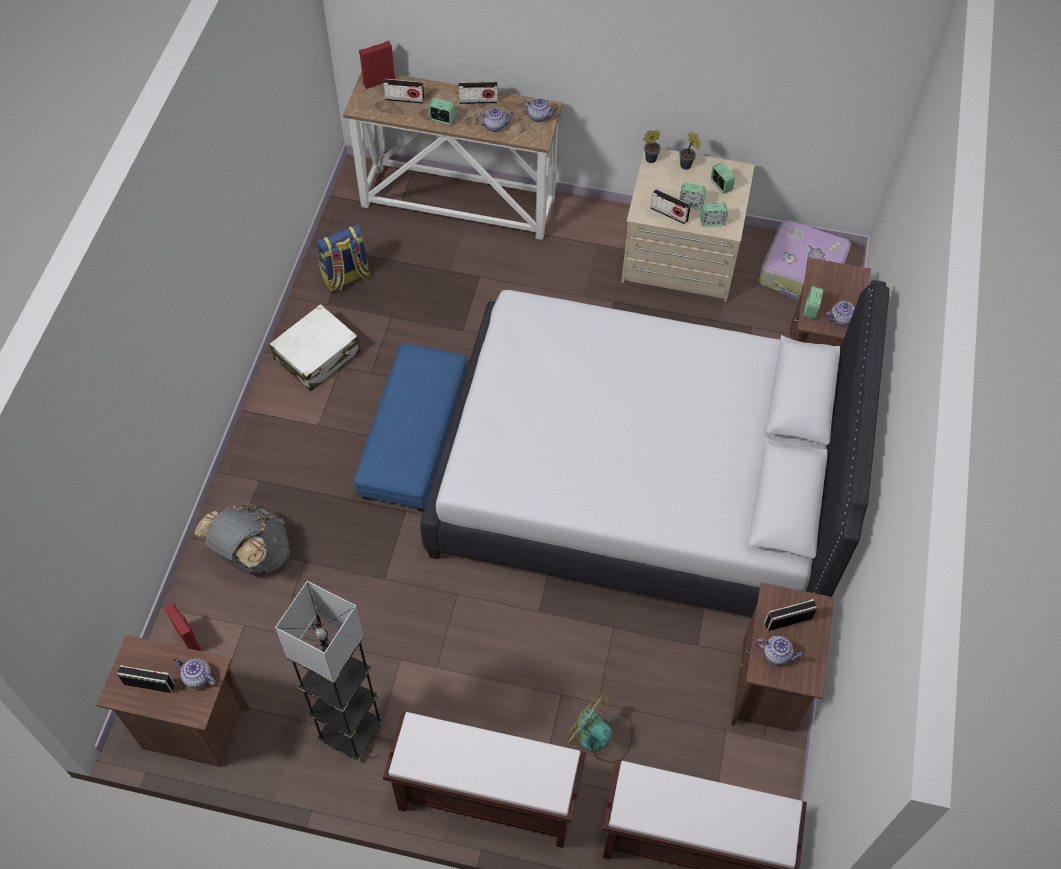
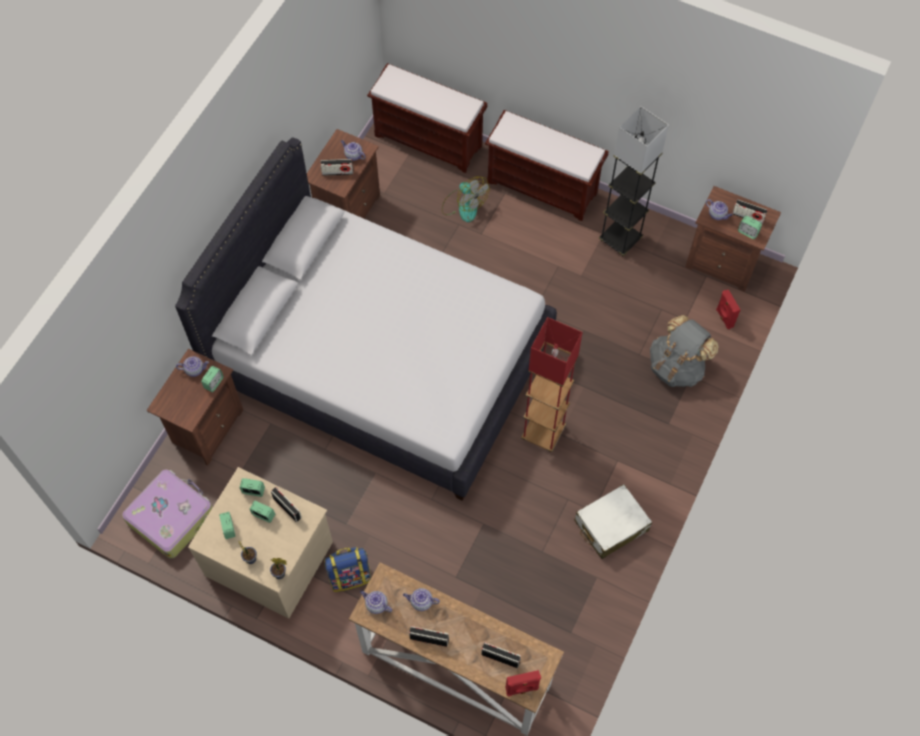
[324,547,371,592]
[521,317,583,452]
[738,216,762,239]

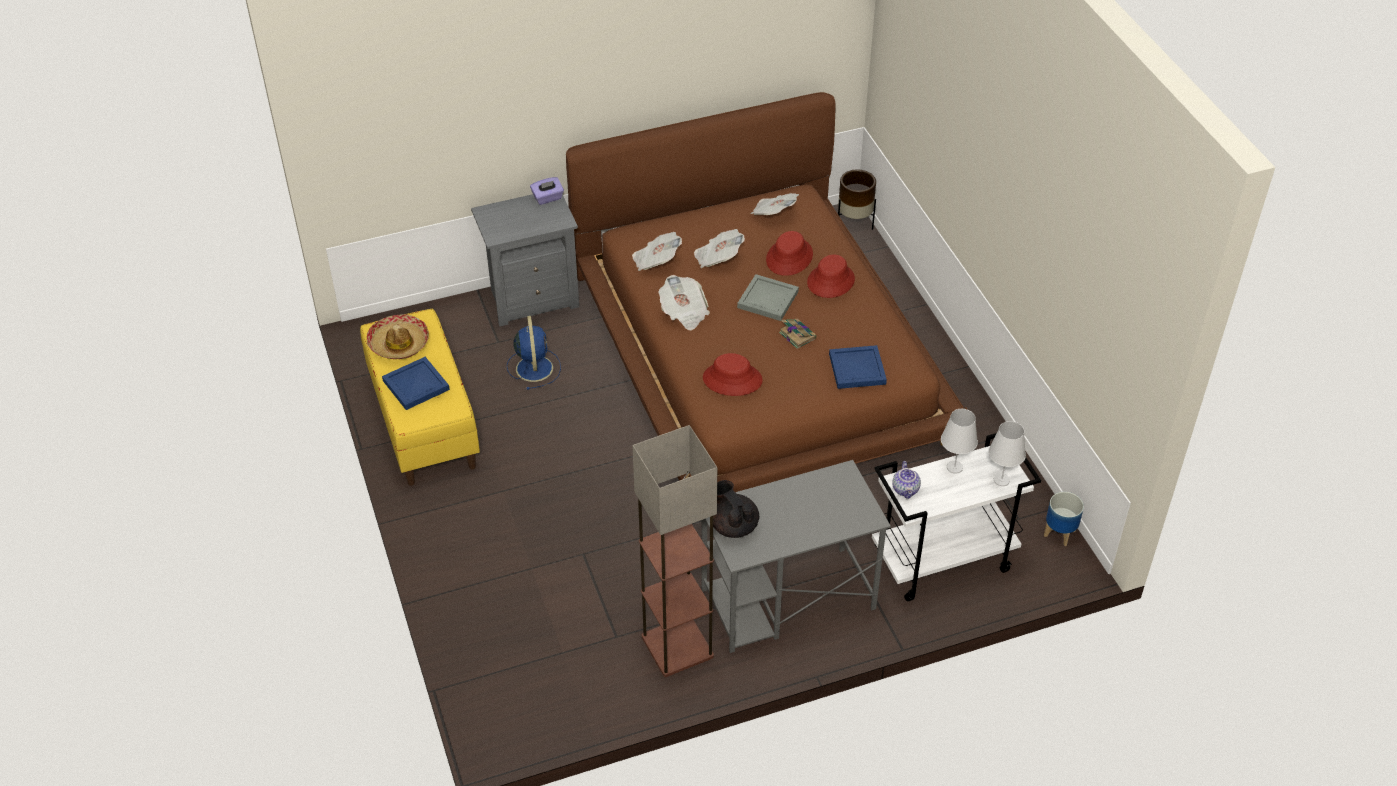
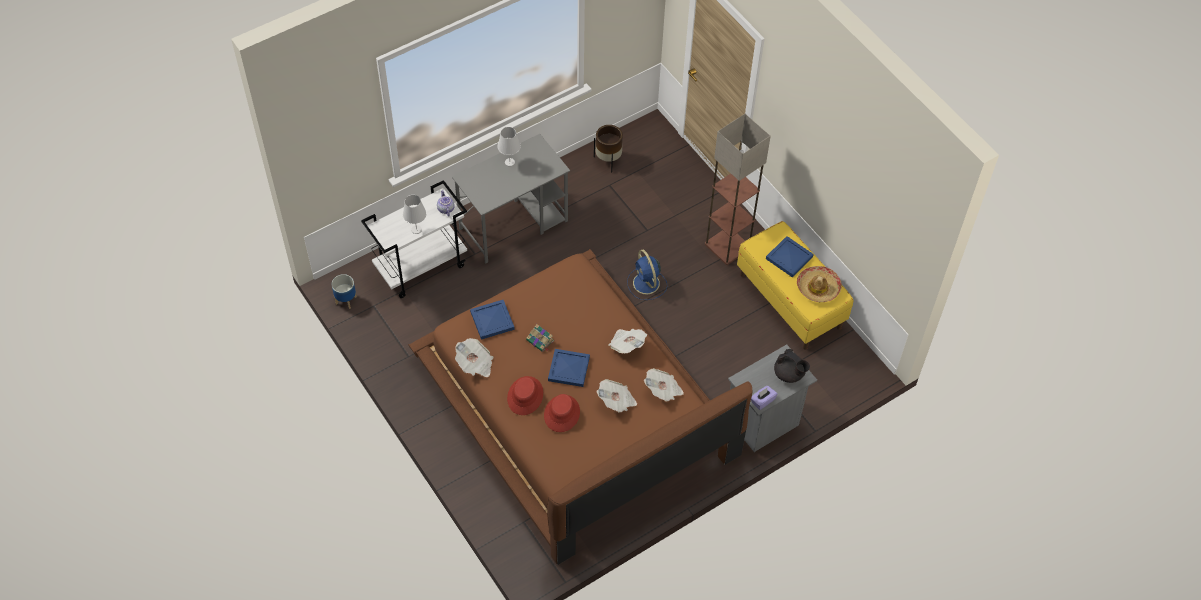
[627,250,667,300]
[705,114,771,265]
[703,353,763,396] (first image)
[774,349,810,383]
[548,349,590,387]
[455,338,493,377]
[594,125,623,173]
[497,127,521,166]

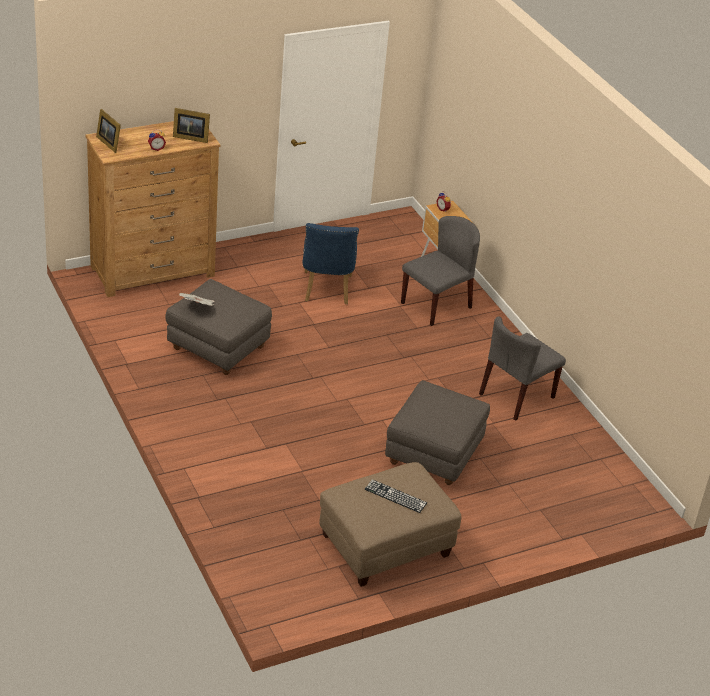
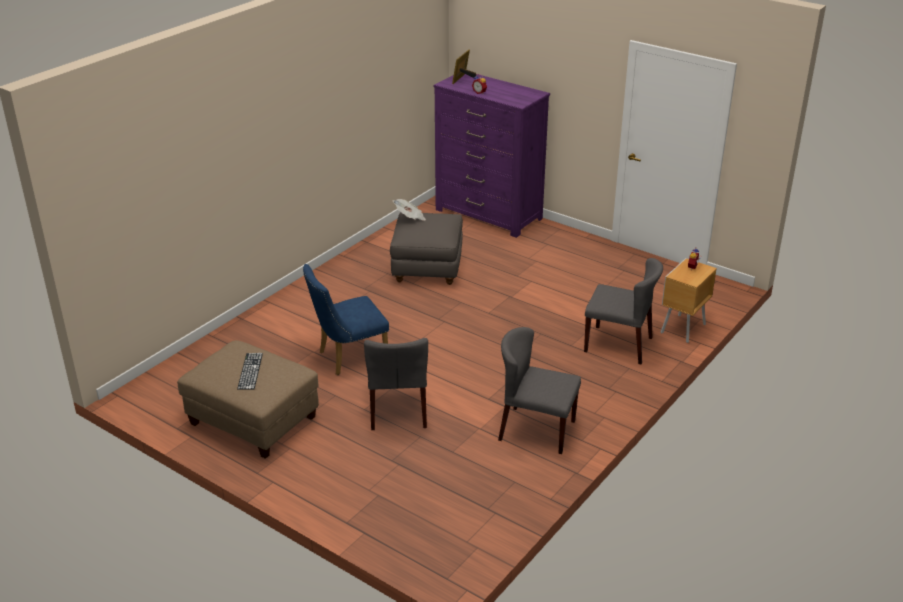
[433,74,550,238]
[173,108,210,143] (first image)
[303,264,389,375]
[364,338,428,430]

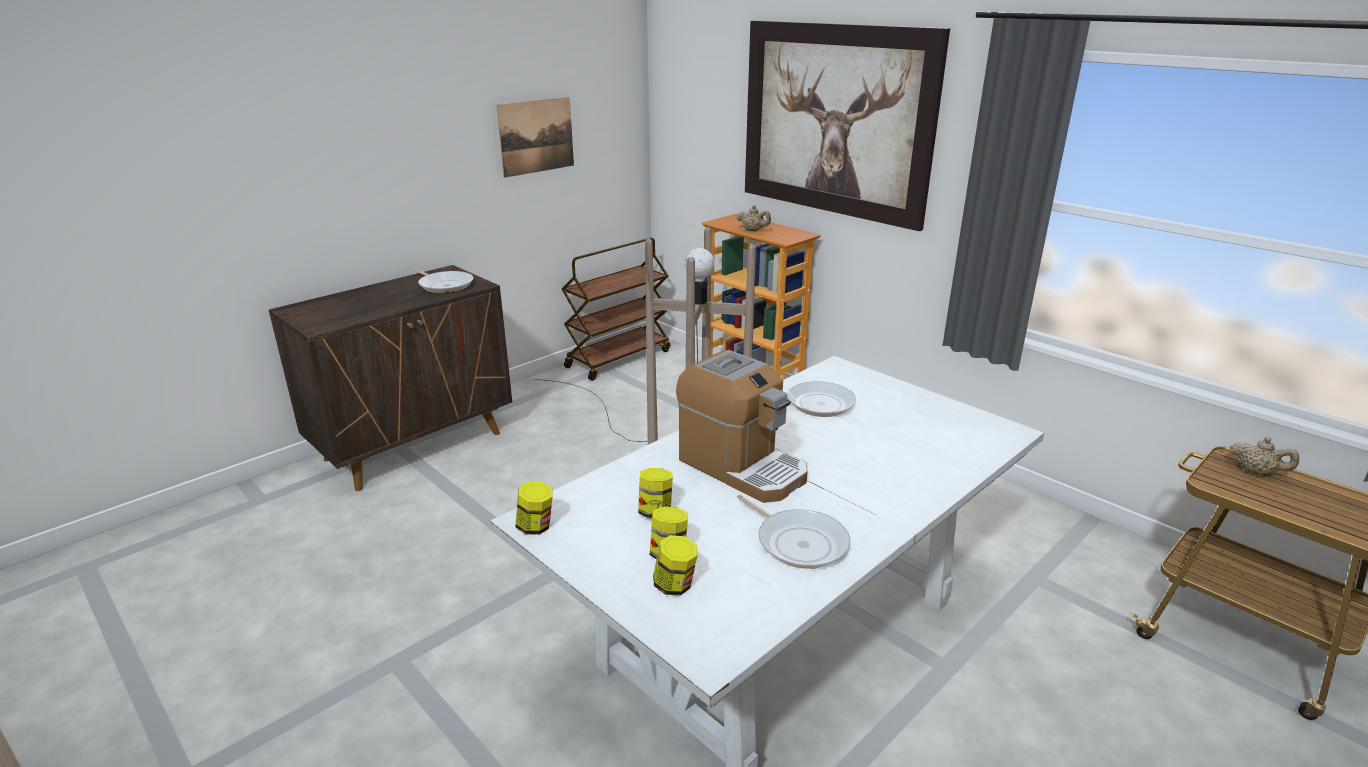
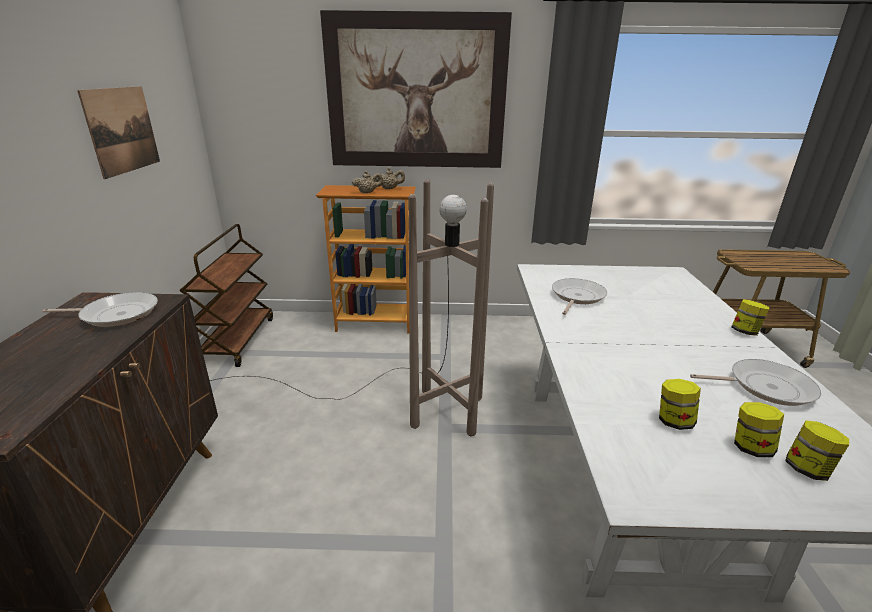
[731,299,769,336]
[676,350,807,503] (first image)
[375,167,405,189]

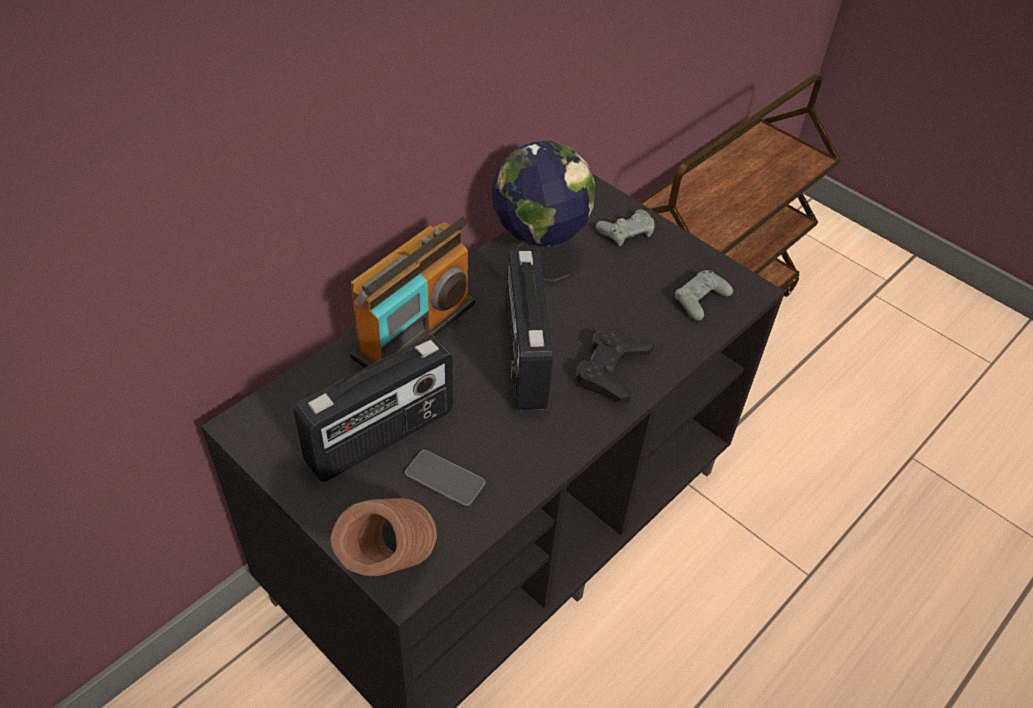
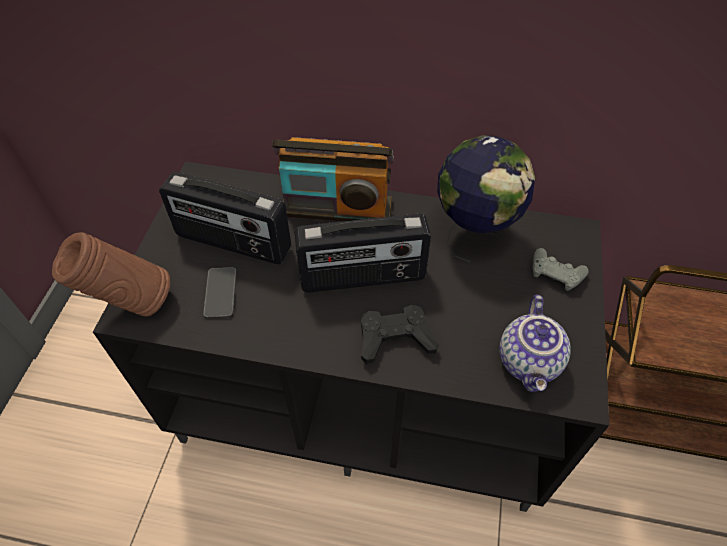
[295,214,431,292]
[499,295,571,392]

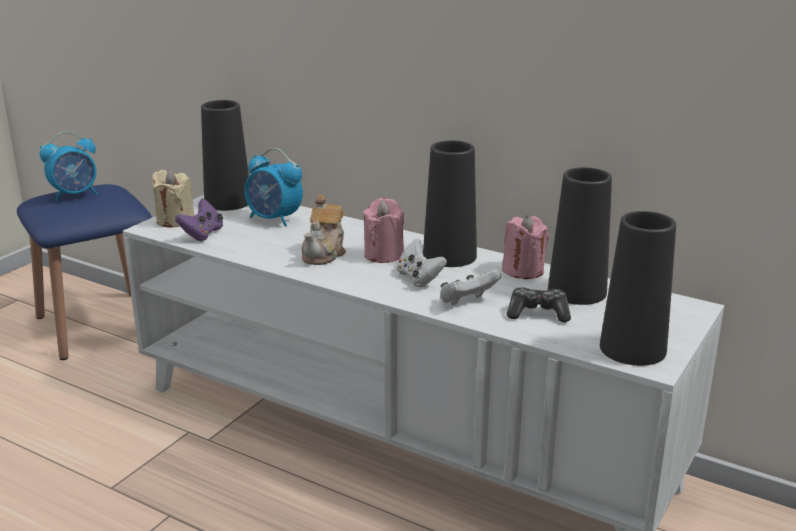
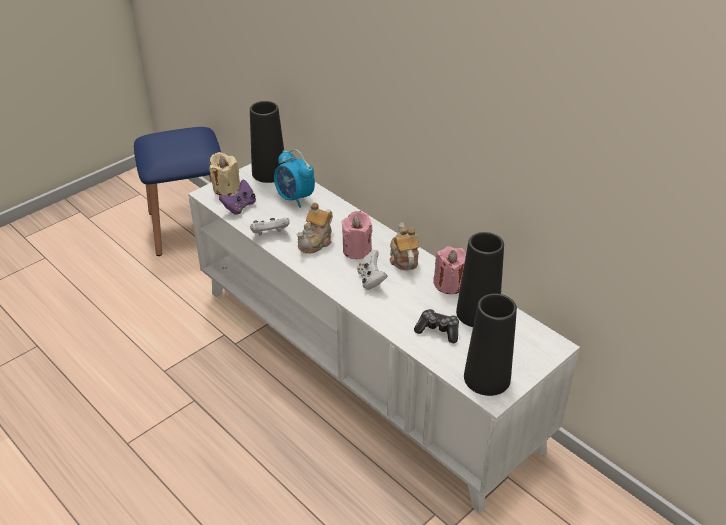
[40,132,97,202] (first image)
[390,222,419,270]
[250,218,290,236]

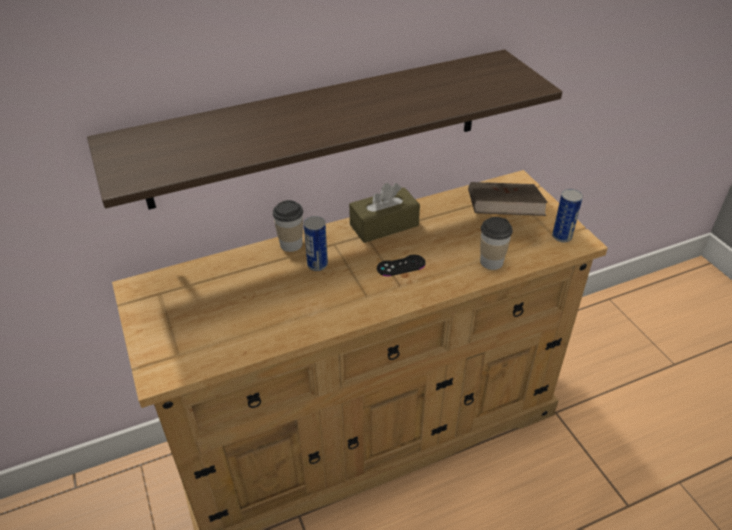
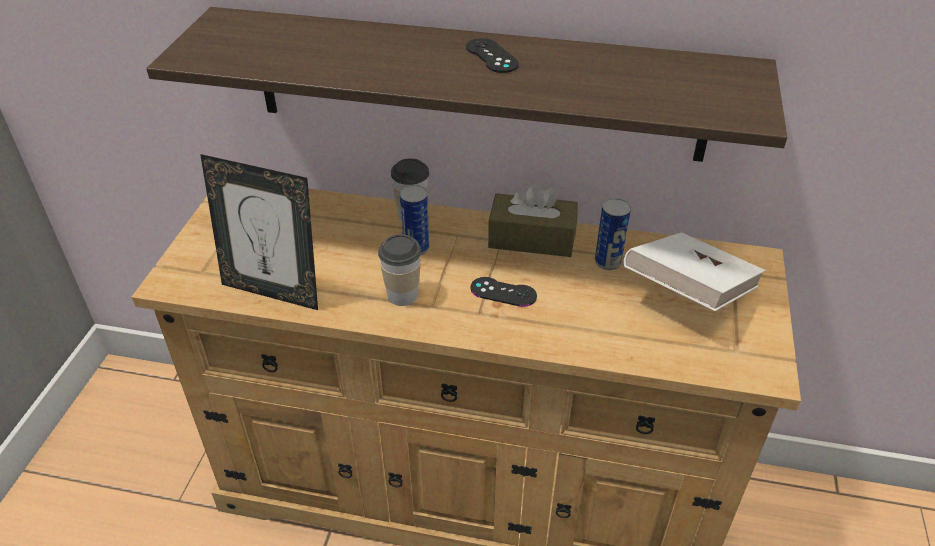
[624,232,766,311]
[378,234,421,306]
[595,198,631,270]
[200,154,318,310]
[466,38,519,73]

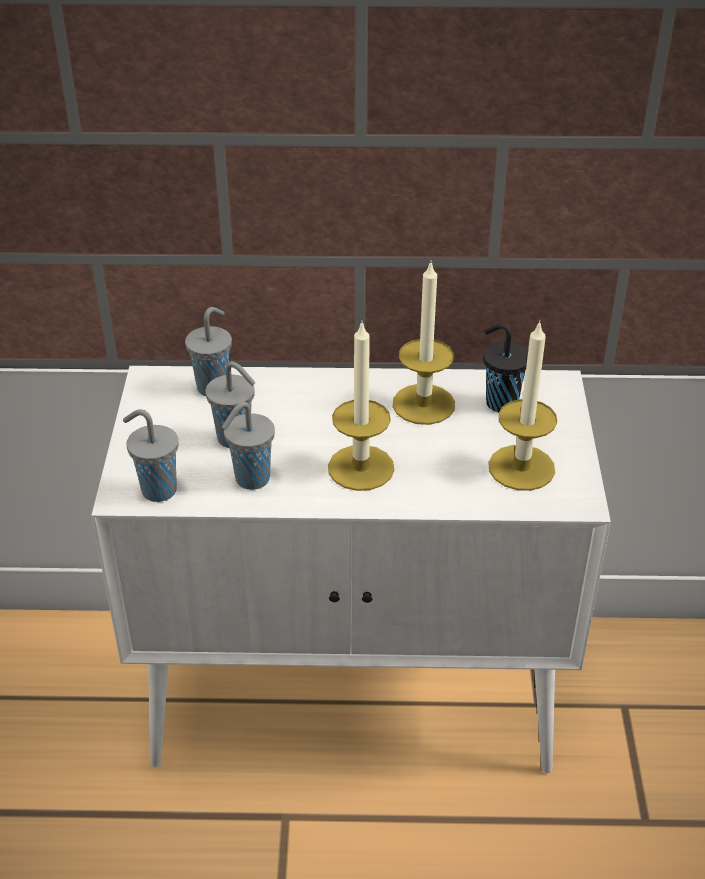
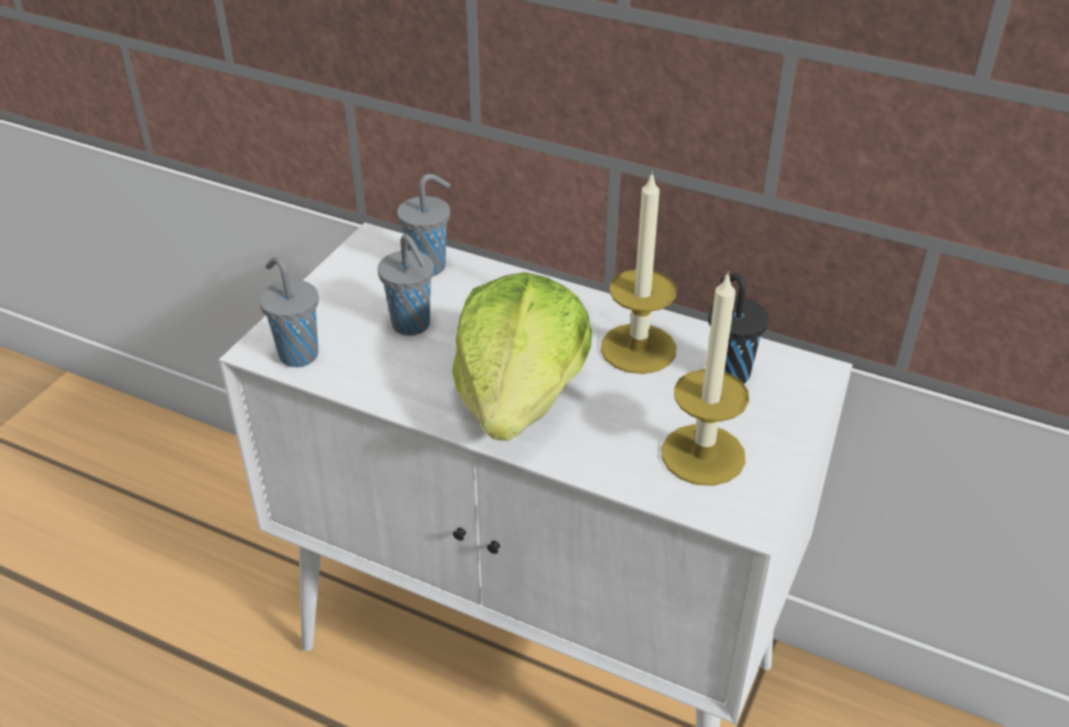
[222,402,275,490] (first image)
[452,272,592,441]

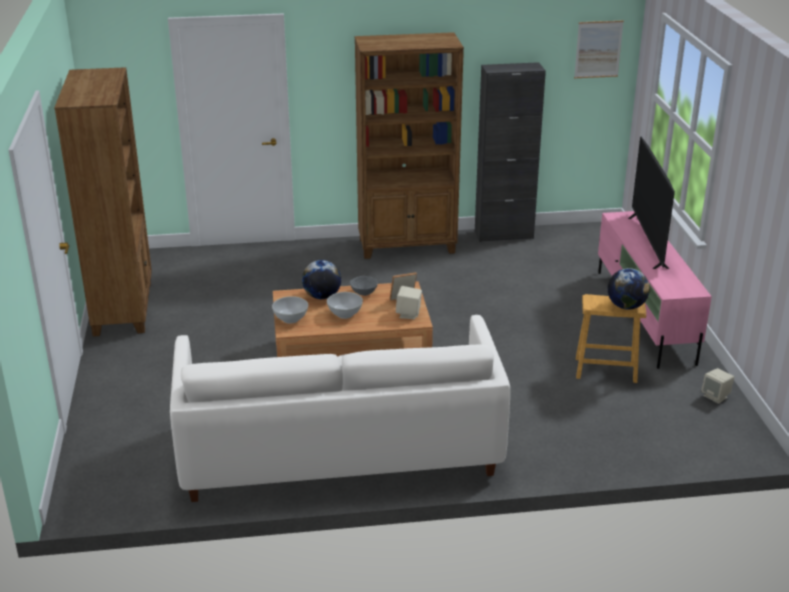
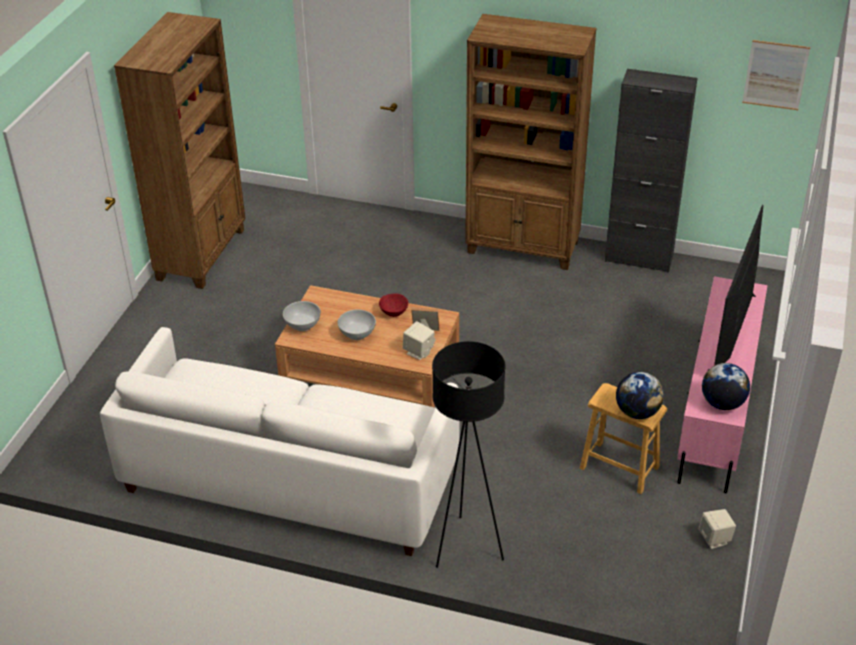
[702,363,750,410]
[379,293,408,317]
[432,341,506,568]

